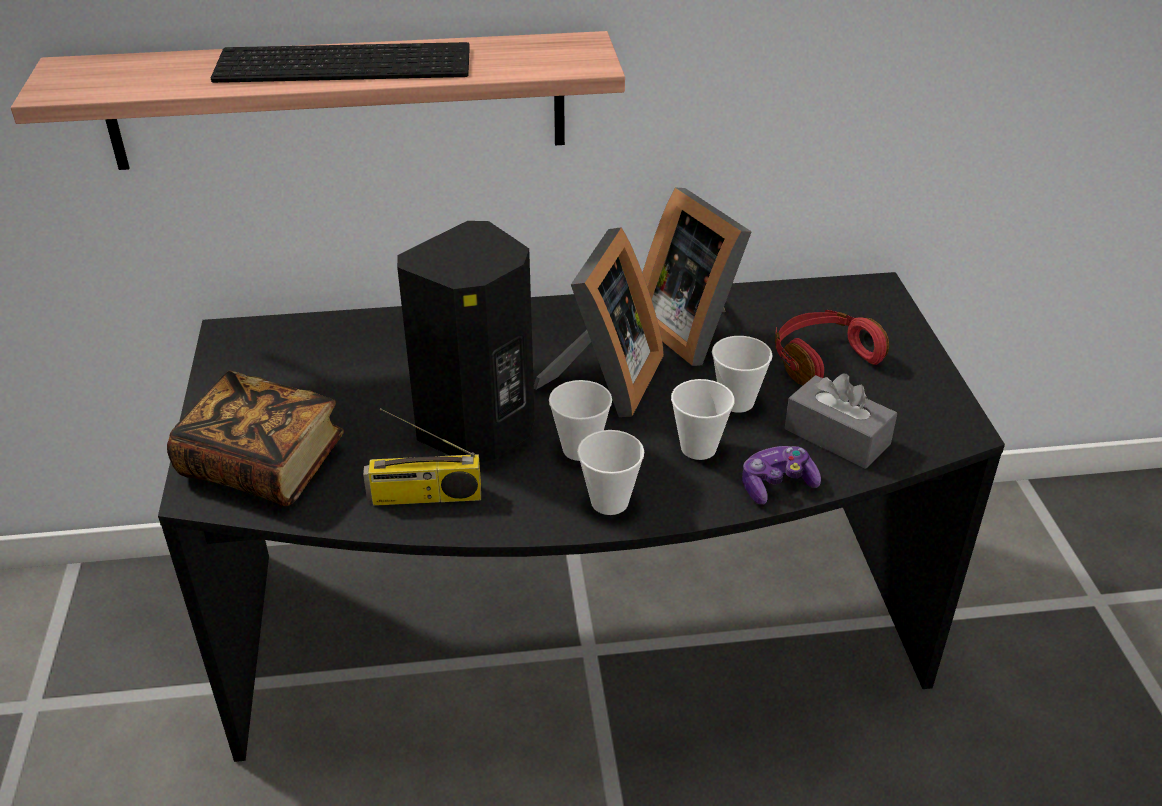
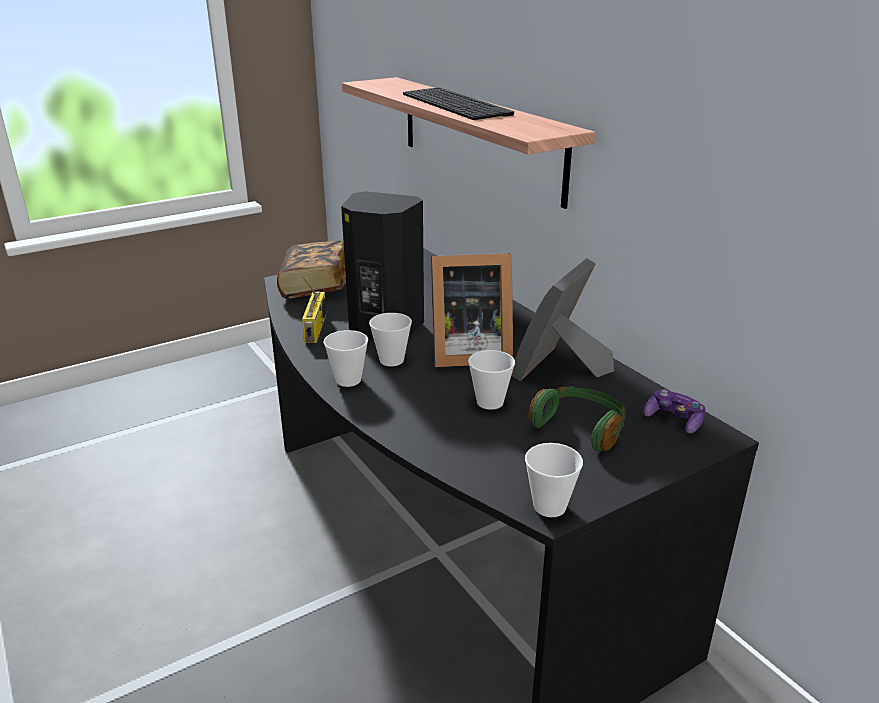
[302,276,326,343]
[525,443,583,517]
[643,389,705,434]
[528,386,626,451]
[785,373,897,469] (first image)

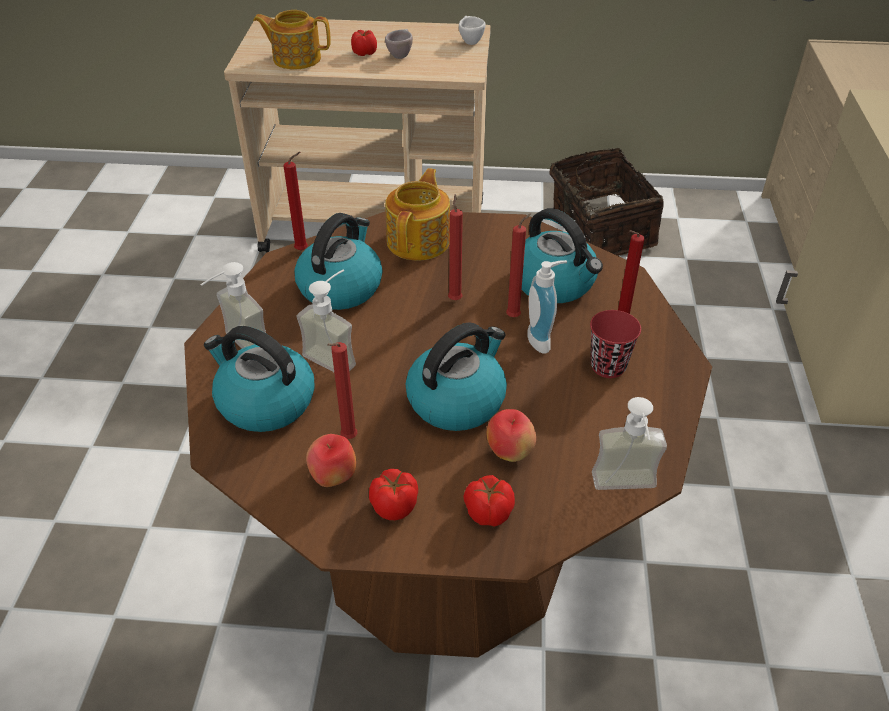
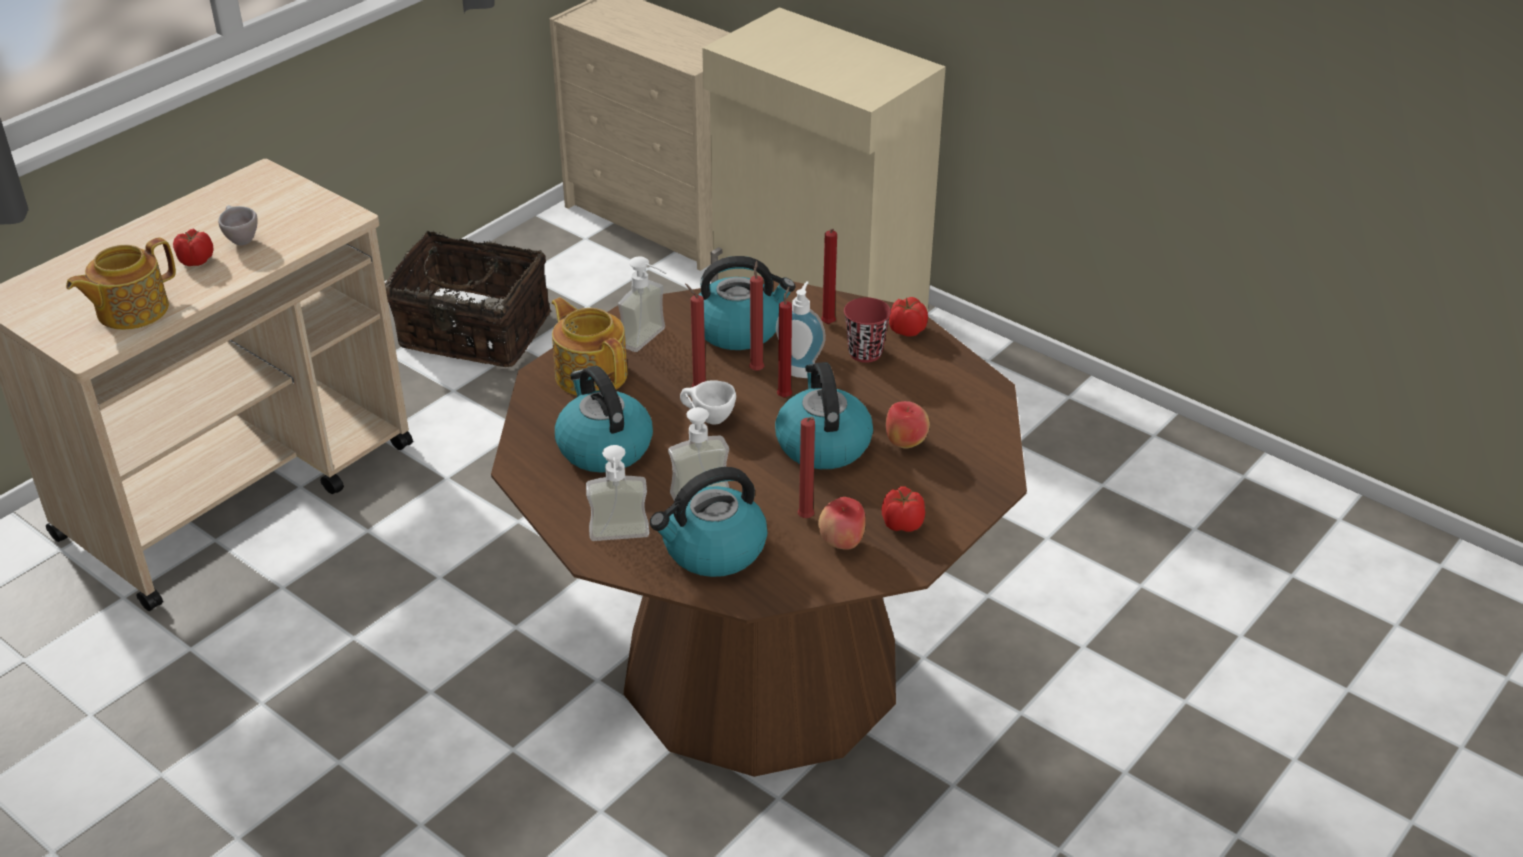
[777,287,792,398]
[680,380,736,425]
[889,297,928,337]
[618,256,667,352]

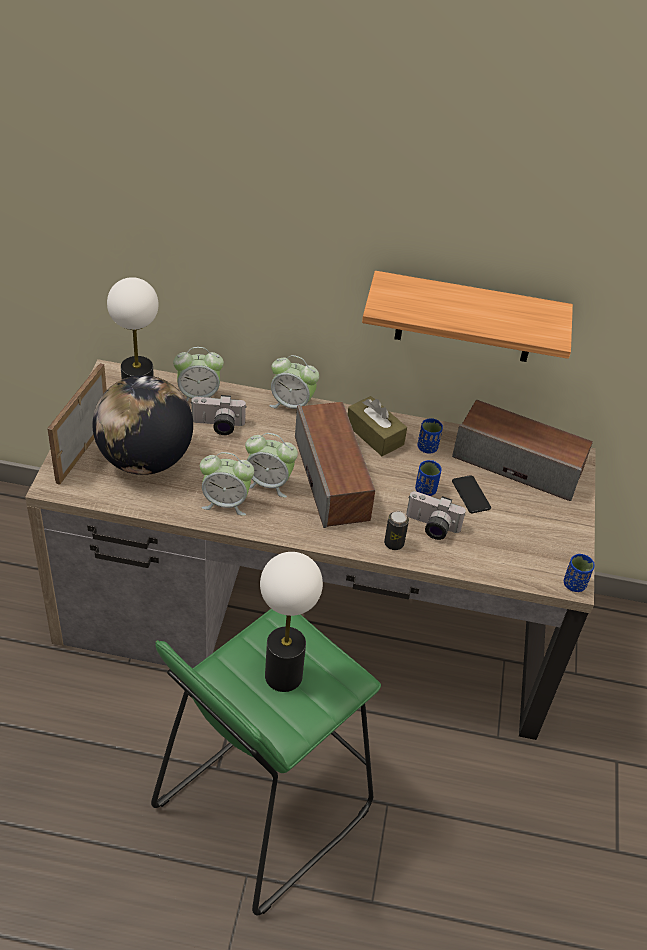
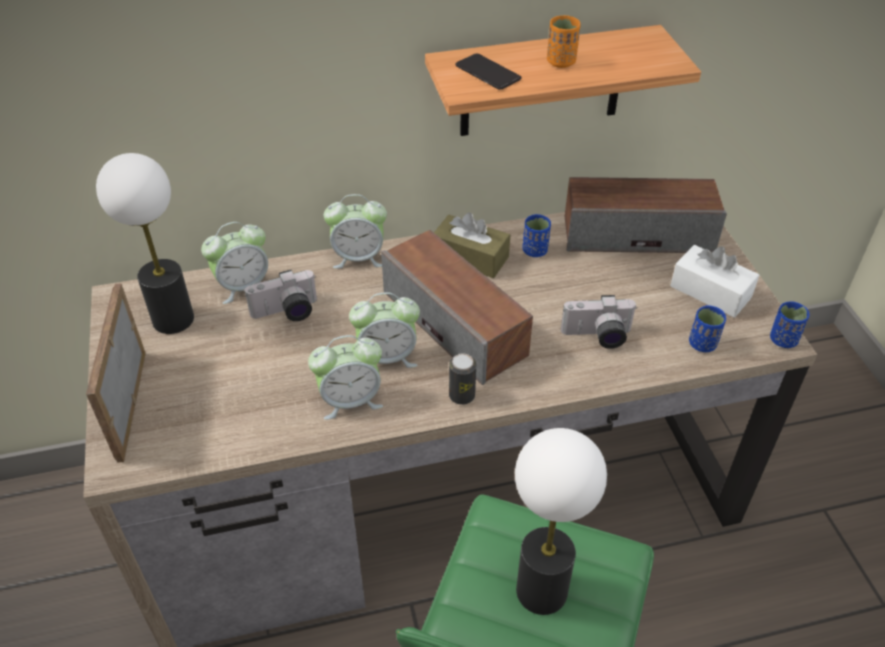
[92,375,193,475] (first image)
[449,353,476,405]
[689,305,726,352]
[455,54,521,90]
[547,15,581,68]
[670,245,759,318]

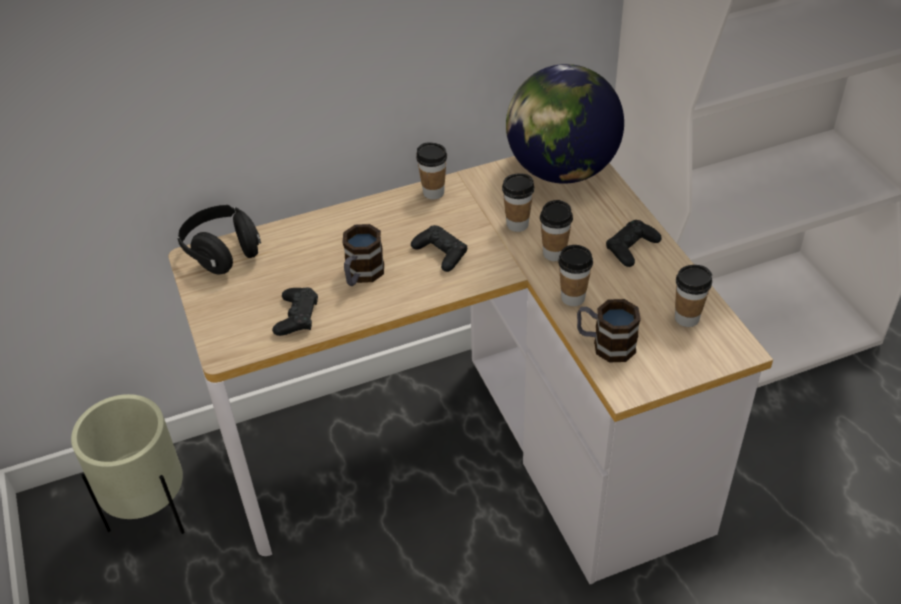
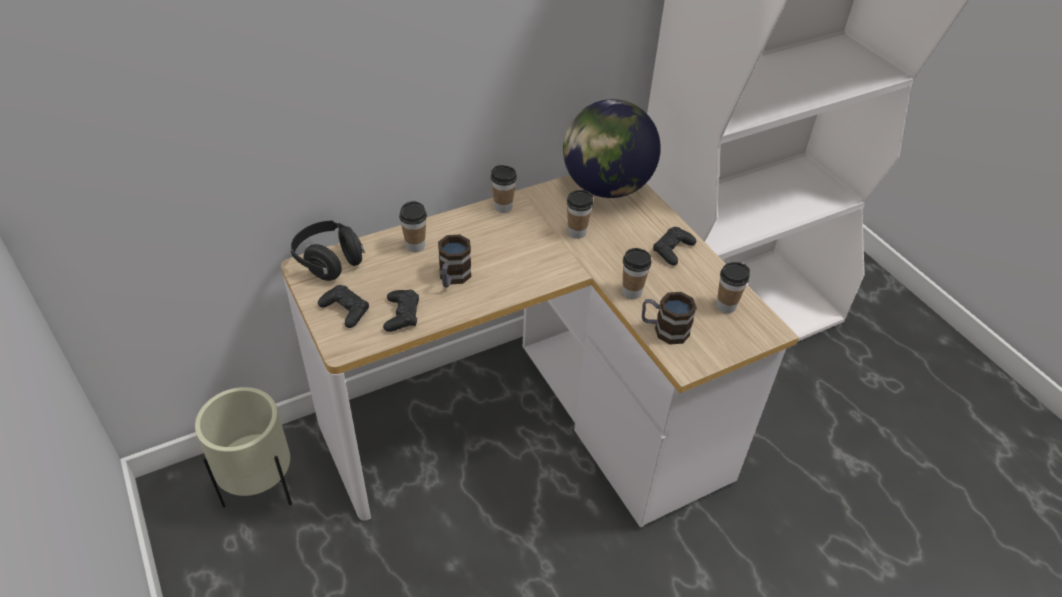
[318,285,369,328]
[399,201,427,252]

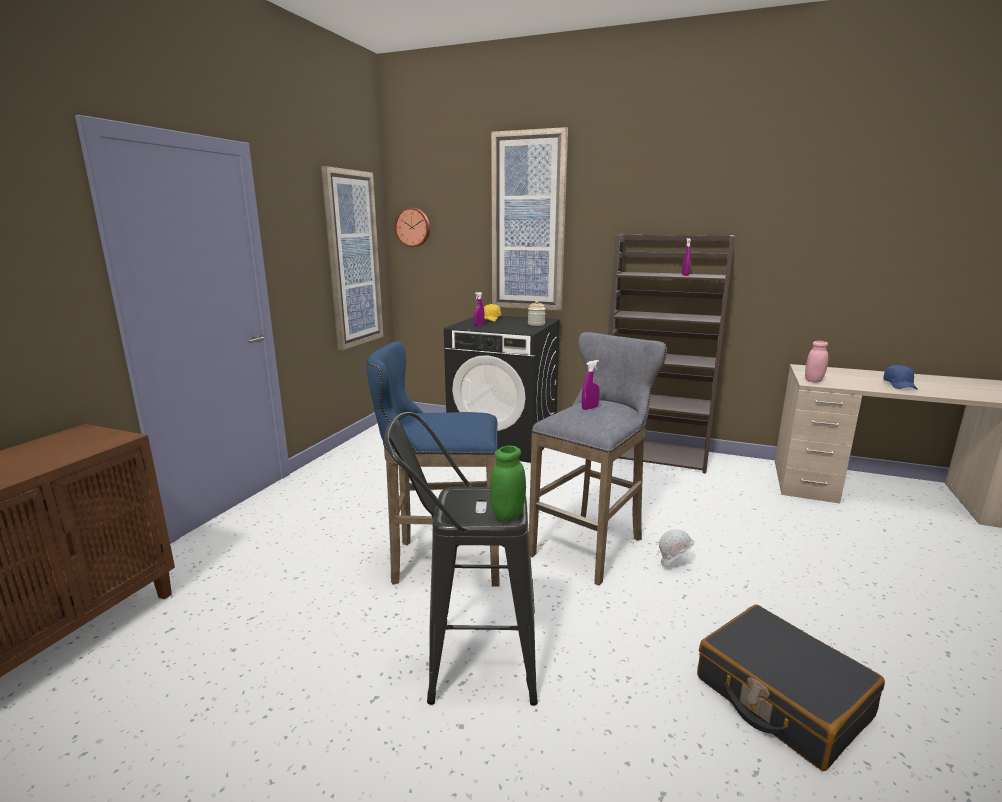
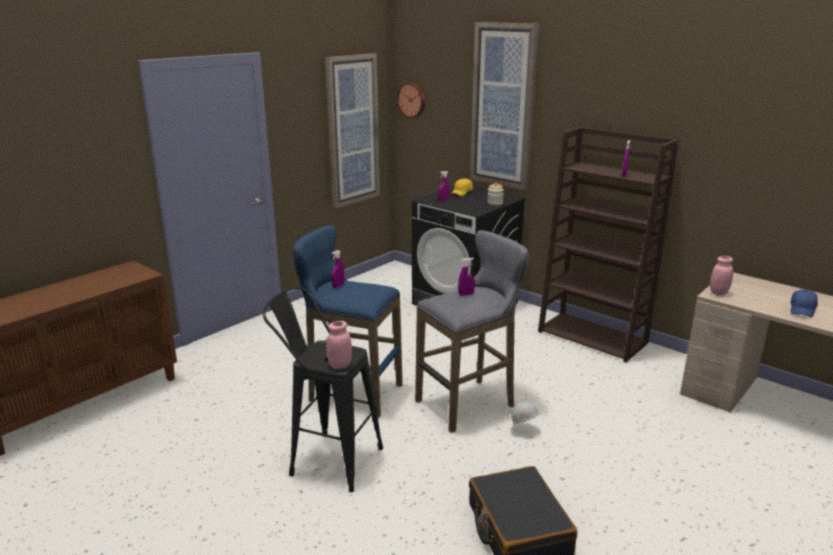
[326,321,352,369]
[331,250,344,288]

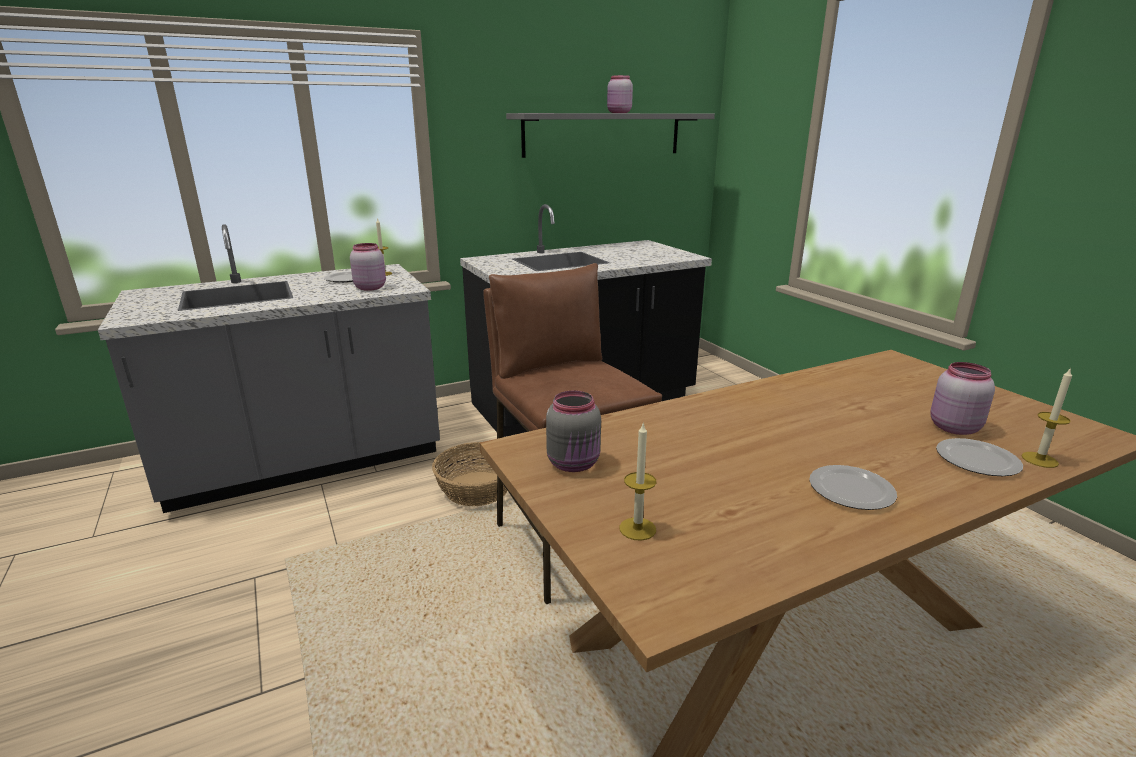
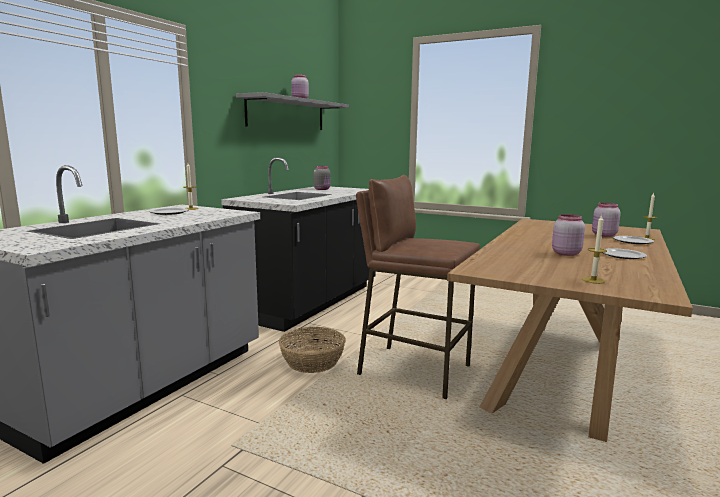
[552,214,585,256]
[313,166,331,190]

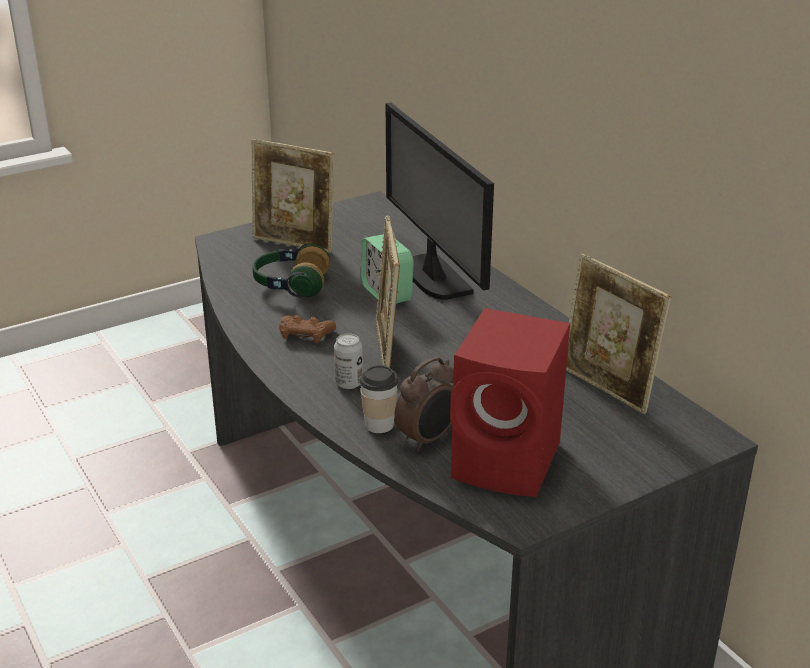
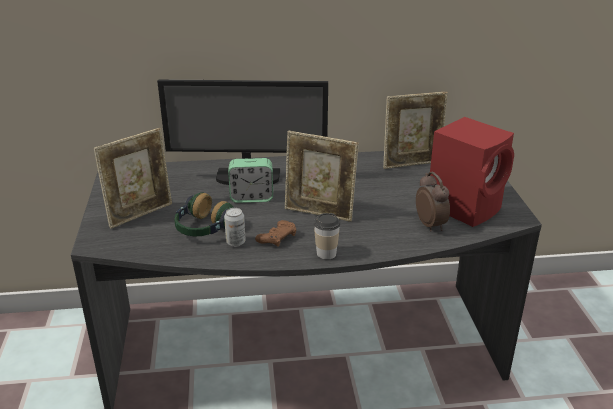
[224,208,245,246]
[314,213,340,260]

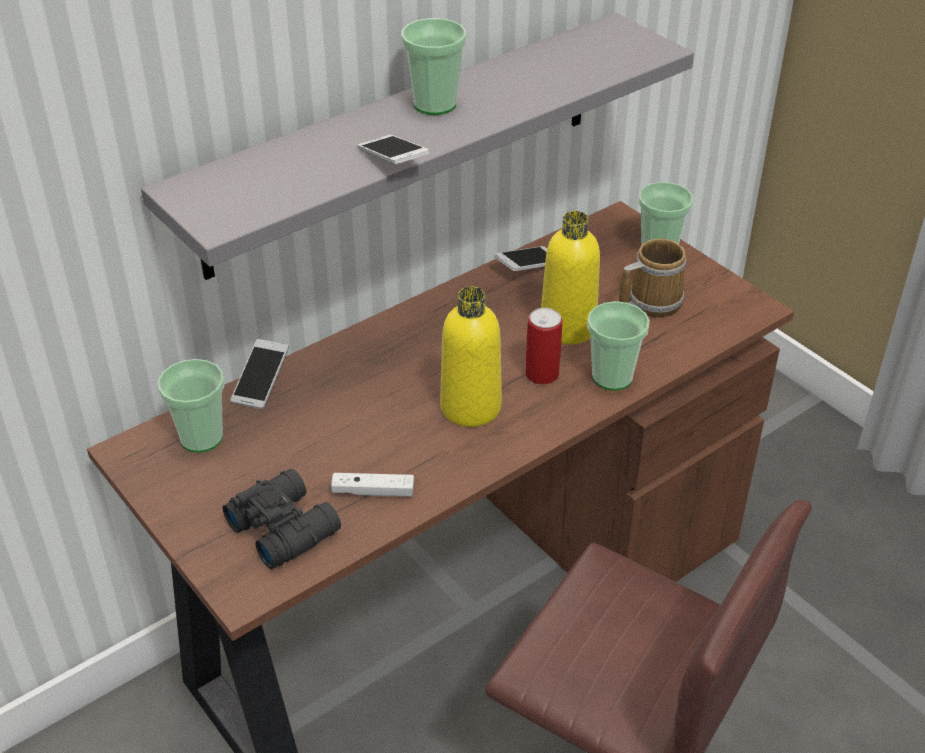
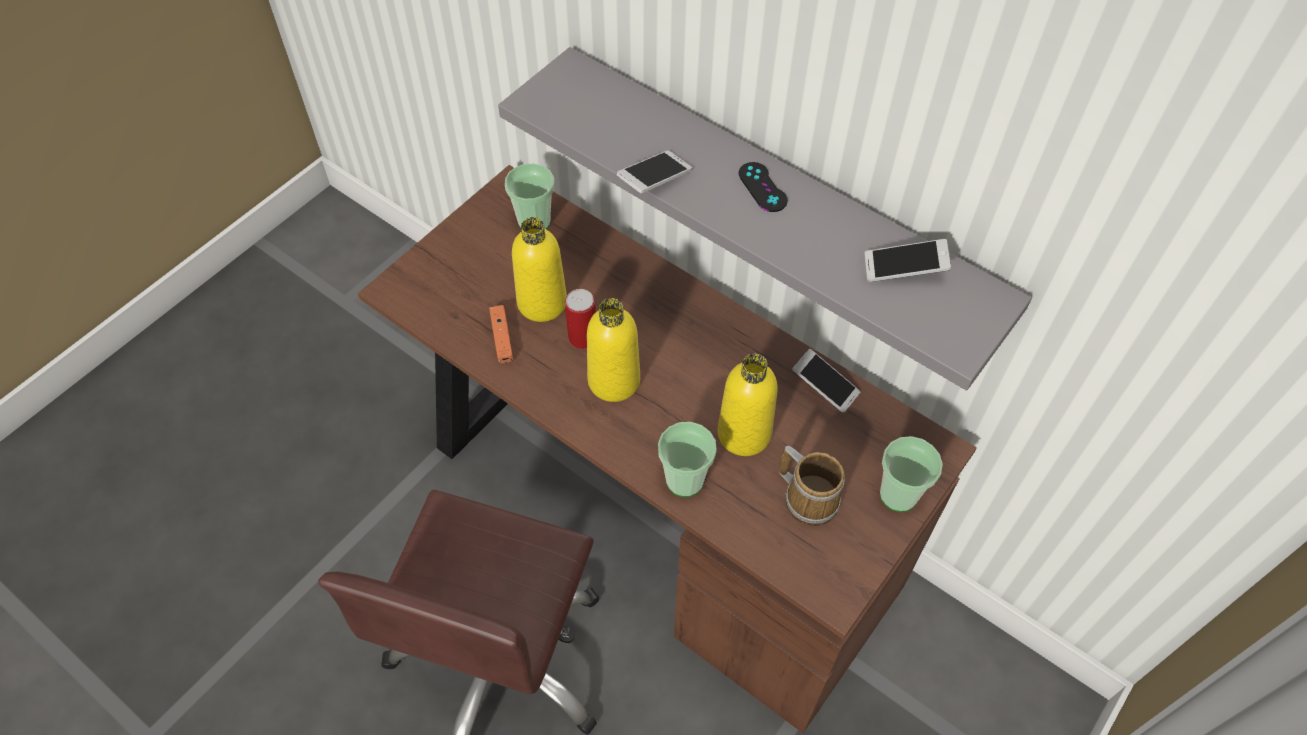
[222,469,341,569] (first image)
[865,239,951,282]
[489,305,513,363]
[738,162,788,212]
[565,289,596,349]
[512,217,567,322]

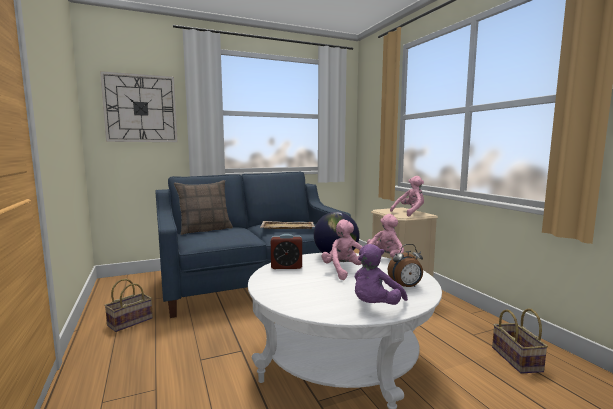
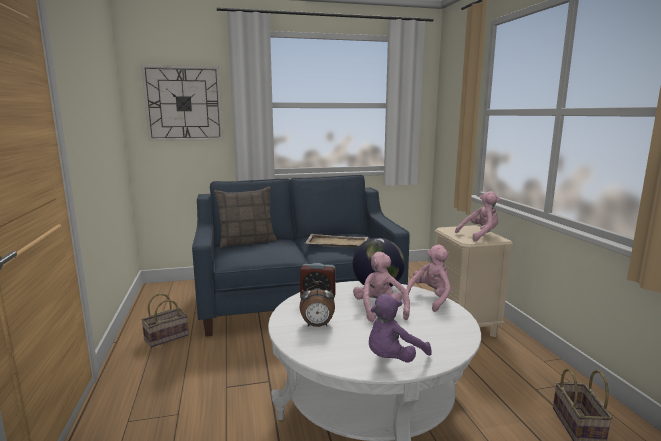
[300,281,335,327]

